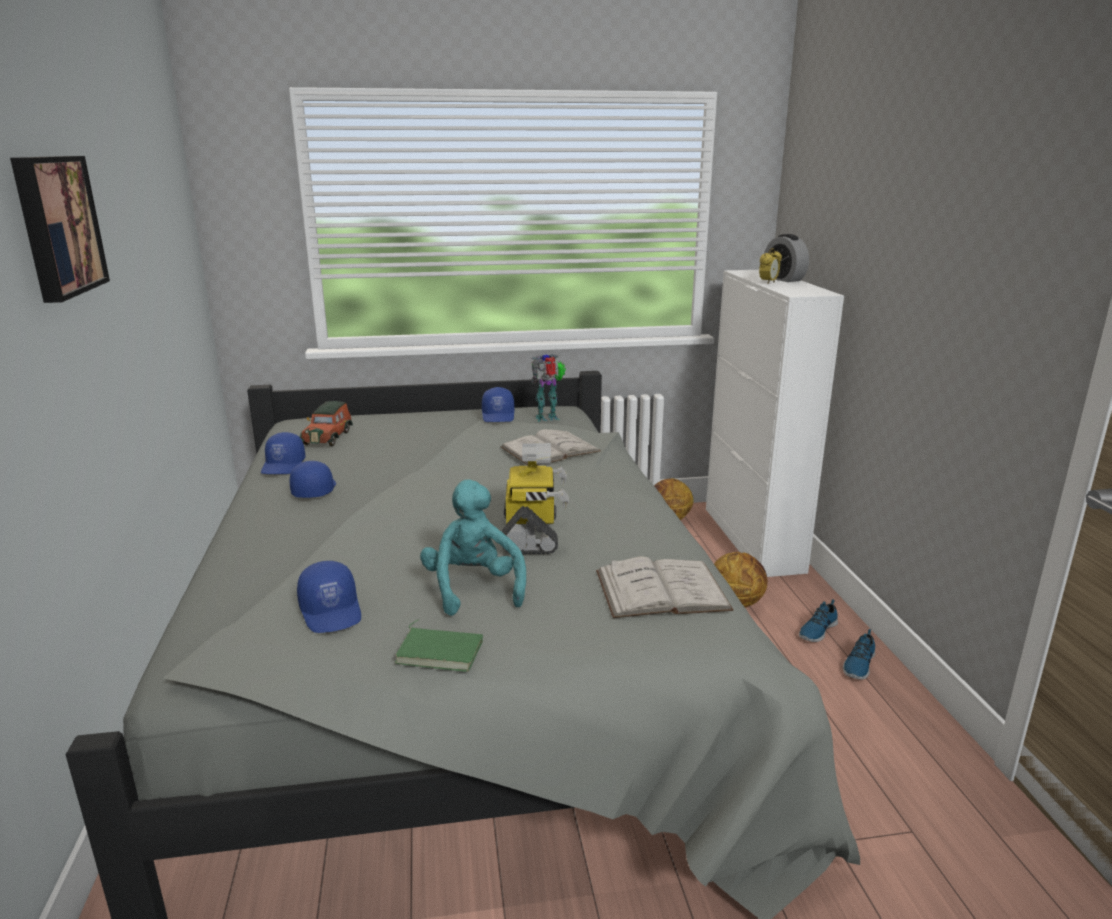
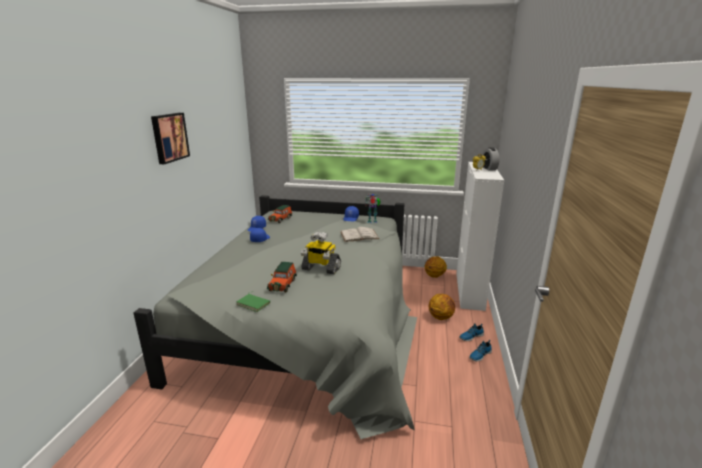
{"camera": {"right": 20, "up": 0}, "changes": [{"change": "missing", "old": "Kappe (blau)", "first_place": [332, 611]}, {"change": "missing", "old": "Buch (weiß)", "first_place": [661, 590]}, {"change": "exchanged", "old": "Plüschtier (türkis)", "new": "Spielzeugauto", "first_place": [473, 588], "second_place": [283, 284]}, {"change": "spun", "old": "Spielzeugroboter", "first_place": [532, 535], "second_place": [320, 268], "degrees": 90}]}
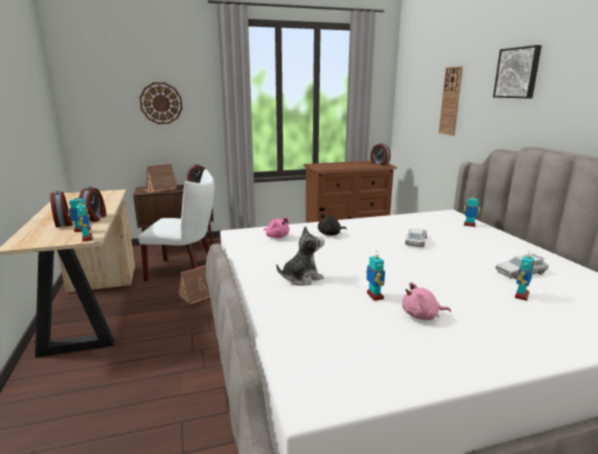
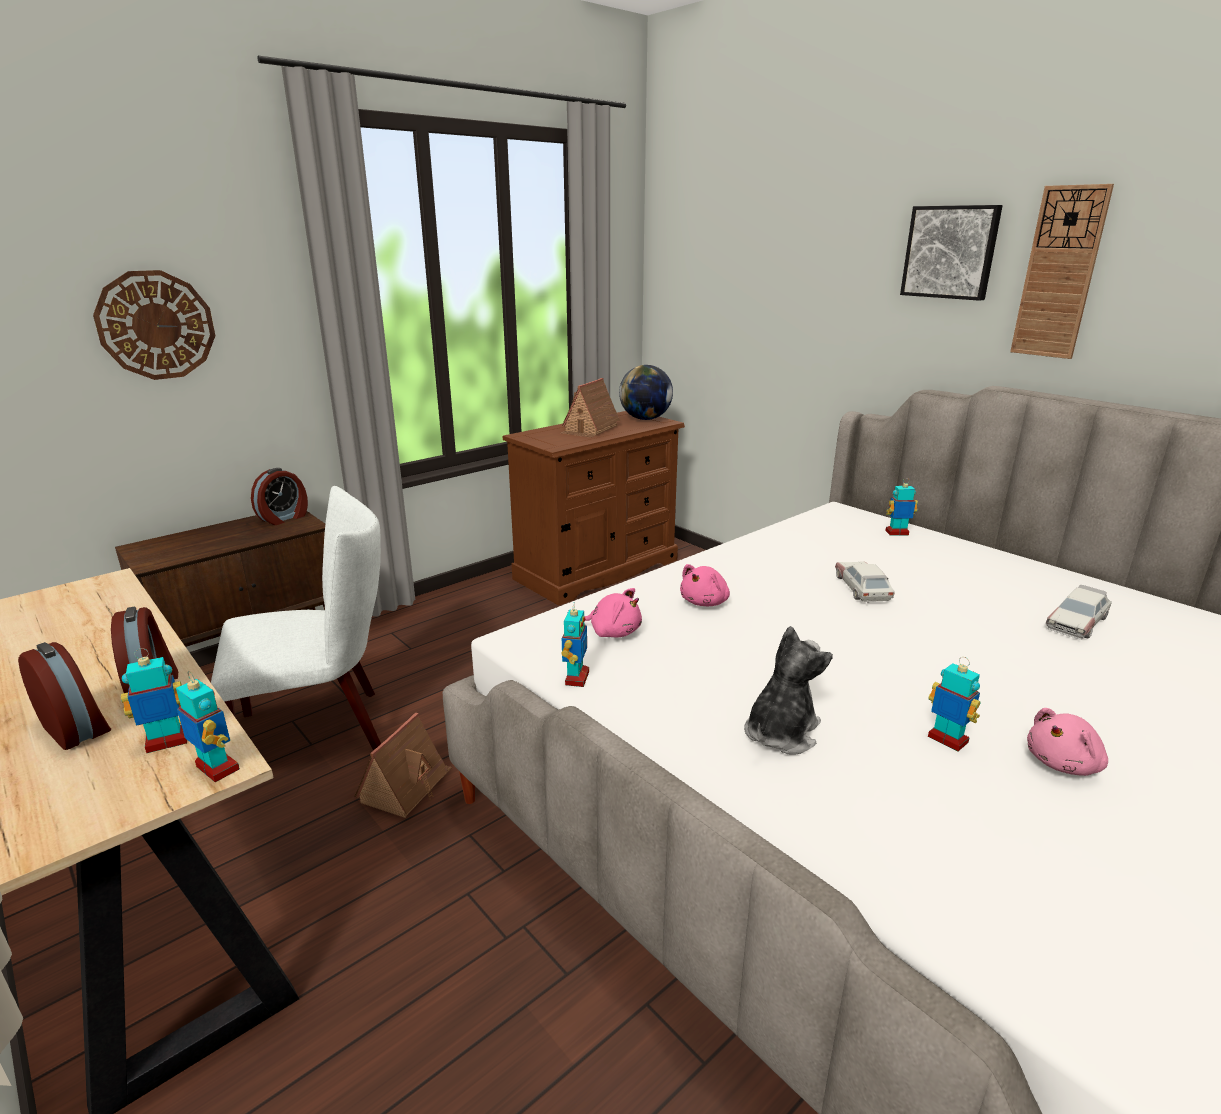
{"camera": {"right": -25, "up": 5}, "changes": [{"change": "relocated", "old": "Spielzeughaus", "first_place": [160, 189], "second_place": [589, 429]}, {"change": "relocated", "old": "Wanduhr", "first_place": [450, 101], "second_place": [1059, 273]}, {"change": "relocated", "old": "Spielzeugroboter", "first_place": [521, 296], "second_place": [576, 678]}, {"change": "exchanged", "old": "Wecker", "new": "Globus", "first_place": [379, 163], "second_place": [645, 419]}, {"change": "colour", "old": "Plüschtier (schwarz)", "new": "Plüschtier (rosa)", "first_place": [330, 234], "second_place": [705, 602]}]}
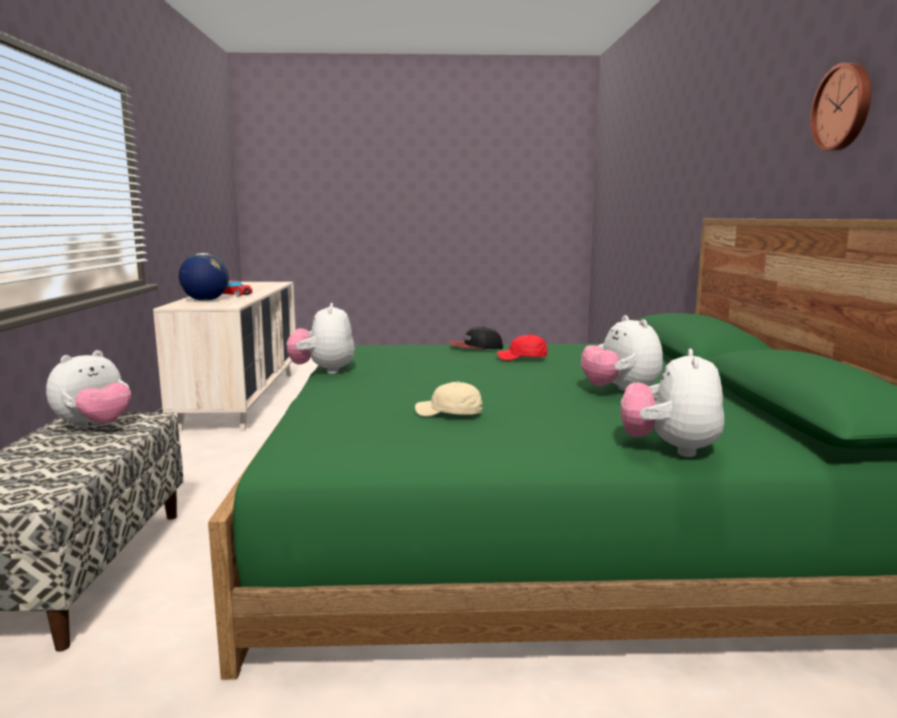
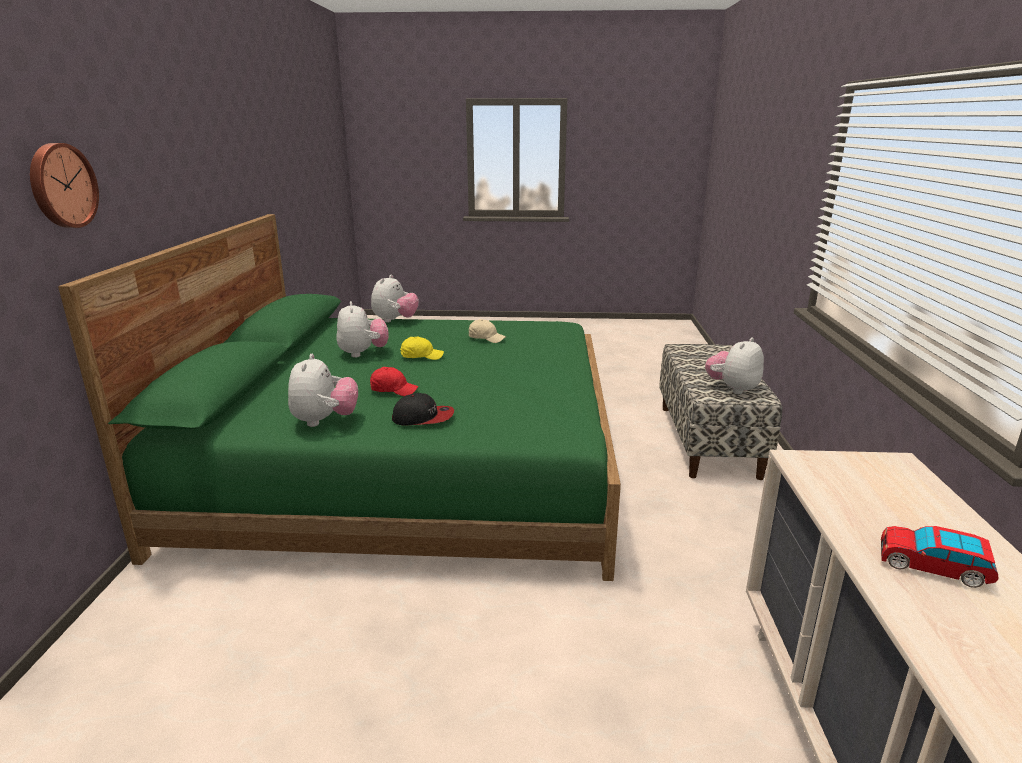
{"camera": {"right": -175, "up": 10}, "changes": [{"change": "missing", "old": "Globus", "first_place": [205, 300]}, {"change": "appeared", "new": "Kappe (gelb)", "second_place": [421, 356]}, {"change": "relocated", "old": "Plüschtier", "first_place": [323, 371], "second_place": [324, 421]}, {"change": "relocated", "old": "Wanduhr", "first_place": [844, 107], "second_place": [61, 186]}]}
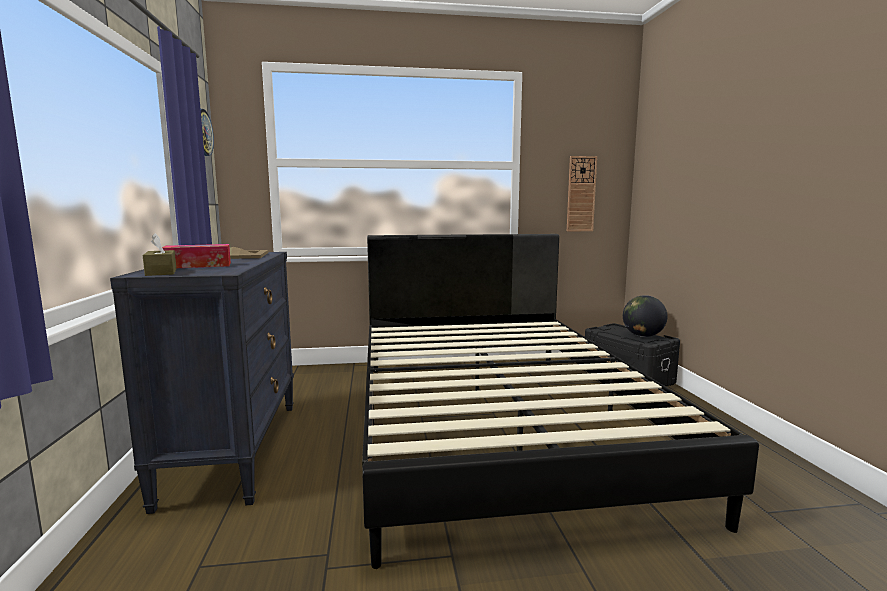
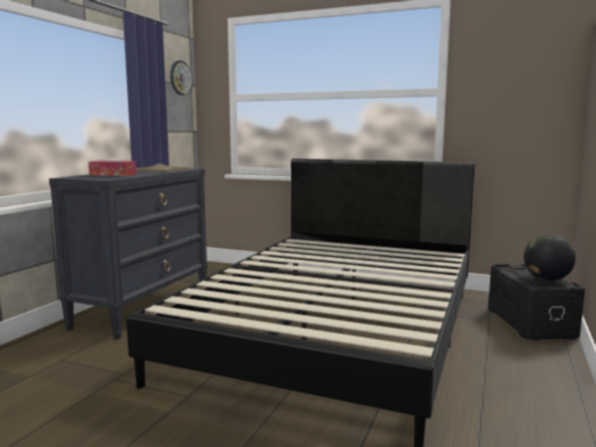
{"camera": {"right": 30, "up": 0}, "changes": [{"change": "missing", "old": "Taschentuchbox (braun)", "first_place": [161, 272]}, {"change": "missing", "old": "Wanduhr", "first_place": [581, 194]}]}
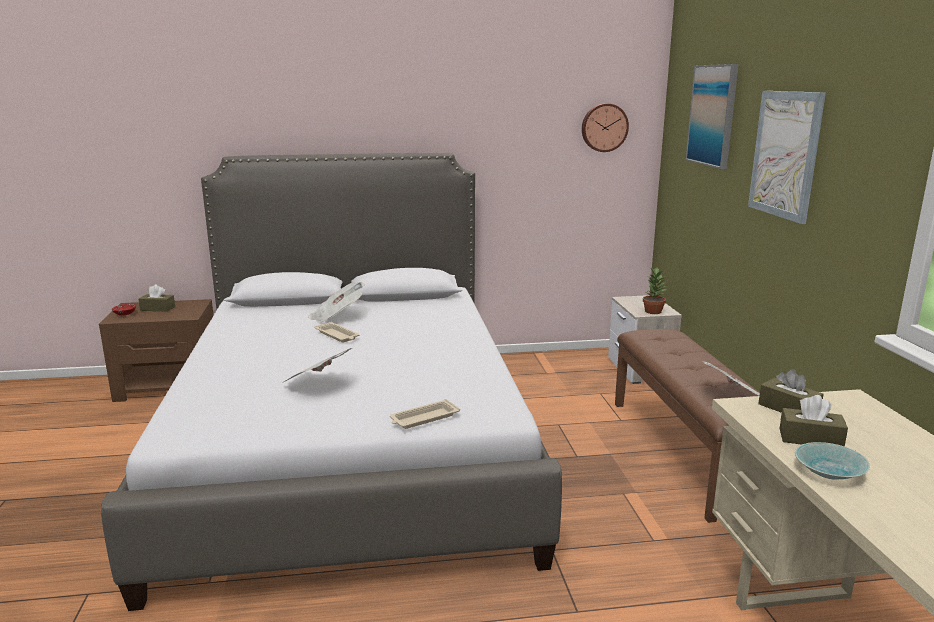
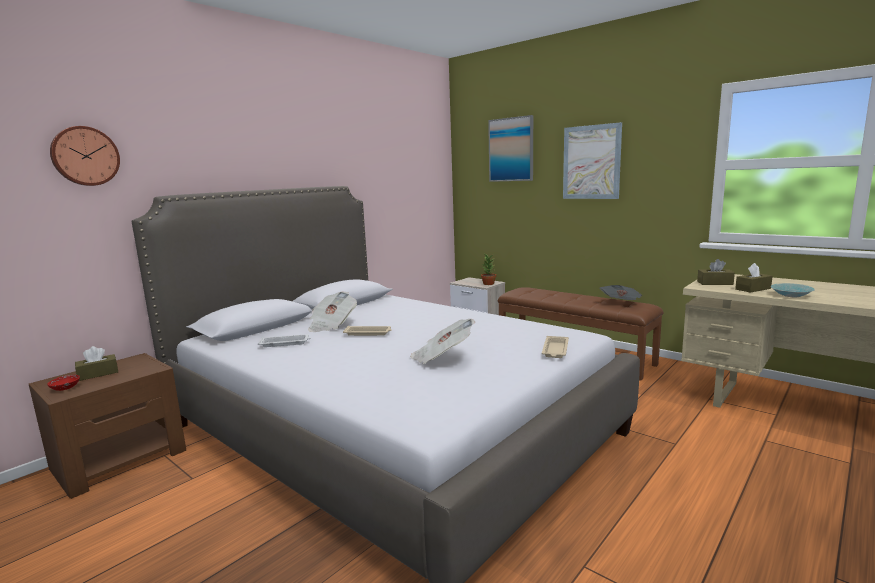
{"camera": {"right": -40, "up": -5}, "changes": [{"change": "appeared", "new": "Tablett (weiß)", "second_place": [285, 343]}, {"change": "relocated", "old": "Wanduhr", "first_place": [604, 127], "second_place": [85, 156]}]}
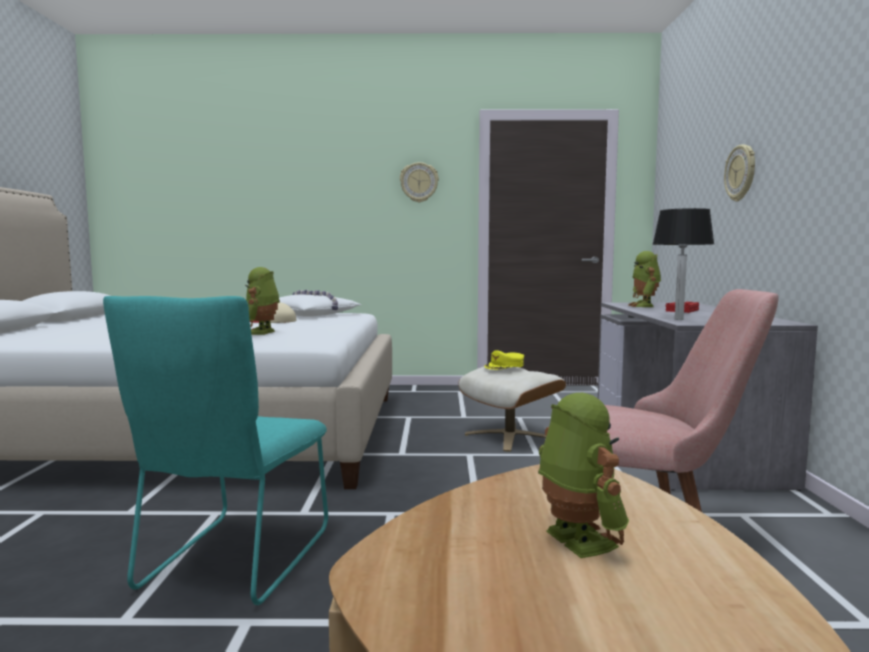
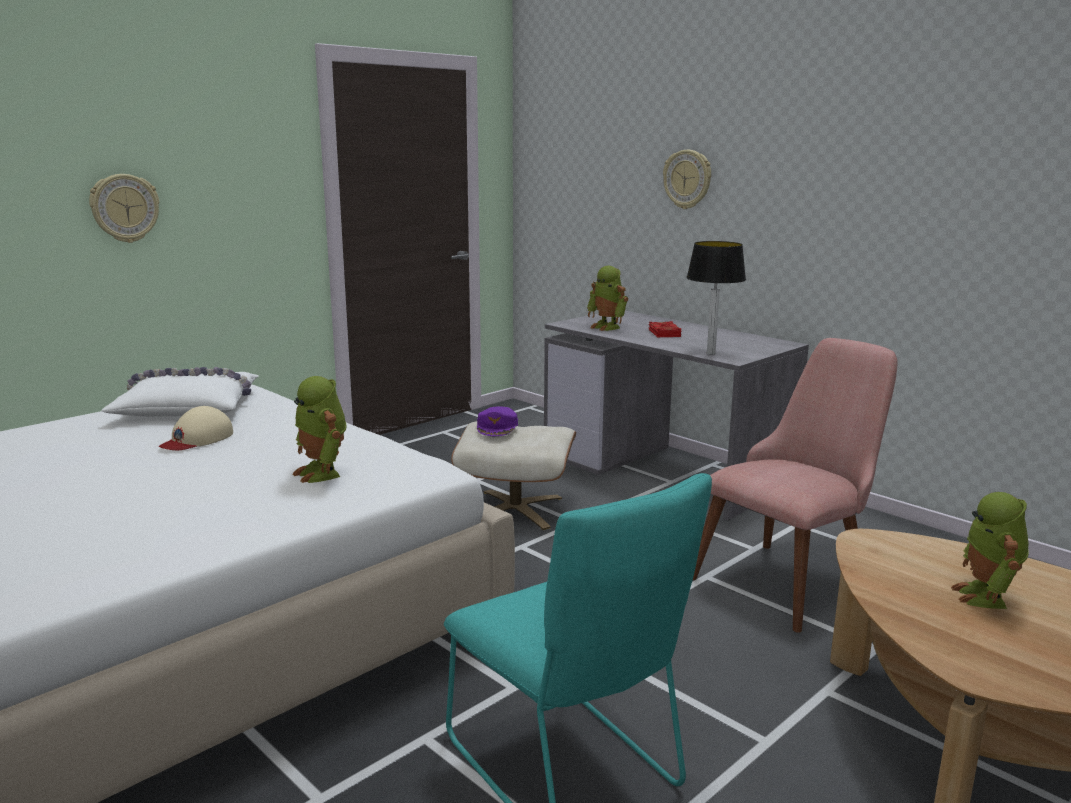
{"camera": {"right": -45, "up": 10}, "changes": [{"change": "relocated", "old": "Wanduhr", "first_place": [419, 182], "second_place": [124, 208]}, {"change": "colour", "old": "Kappe (gelb)", "new": "Kappe (lila)", "first_place": [504, 366], "second_place": [497, 427]}, {"change": "spun", "old": "Spielzeugroboter", "first_place": [575, 540], "second_place": [986, 597], "degrees": -105}]}
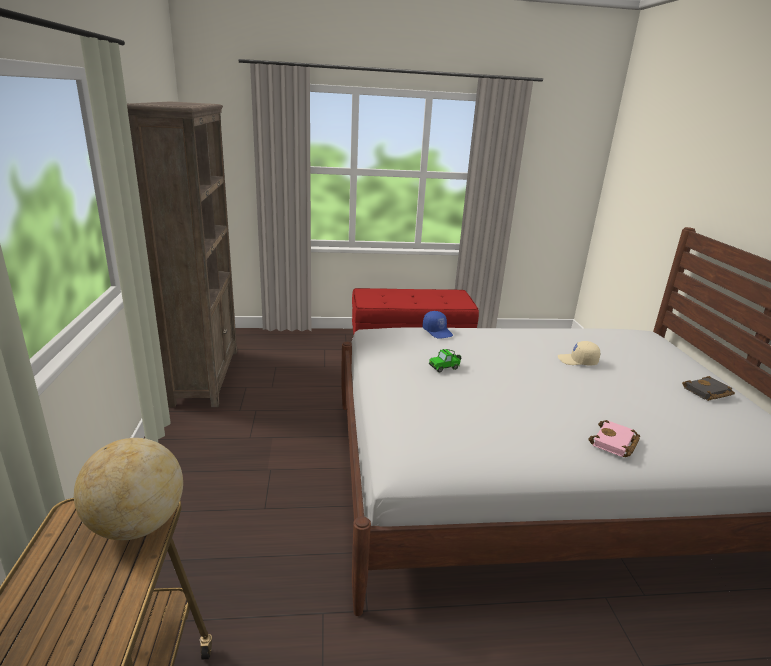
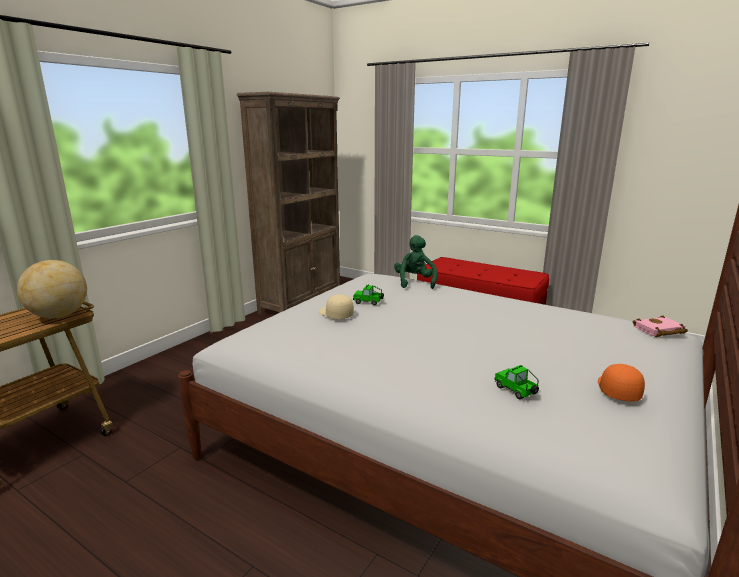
{"camera": {"right": 40, "up": -5}, "changes": [{"change": "appeared", "new": "Spielzeugauto", "second_place": [516, 391]}, {"change": "relocated", "old": "Kappe (beige)", "first_place": [577, 361], "second_place": [335, 315]}, {"change": "relocated", "old": "Buch (rosa)", "first_place": [615, 443], "second_place": [659, 331]}, {"change": "exchanged", "old": "Kappe (blau)", "new": "Plüschtier (grün)", "first_place": [437, 331], "second_place": [415, 282]}, {"change": "exchanged", "old": "Buch (schwarz)", "new": "Kappe (orange)", "first_place": [707, 392], "second_place": [617, 390]}]}
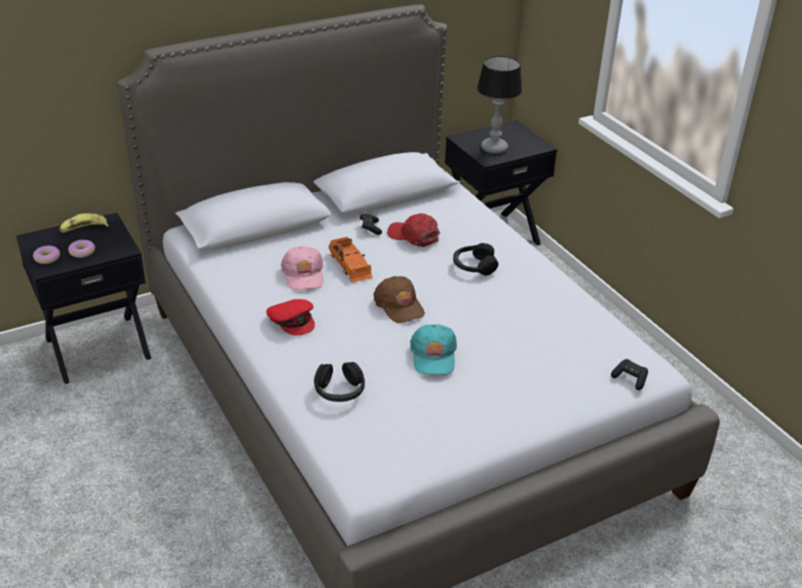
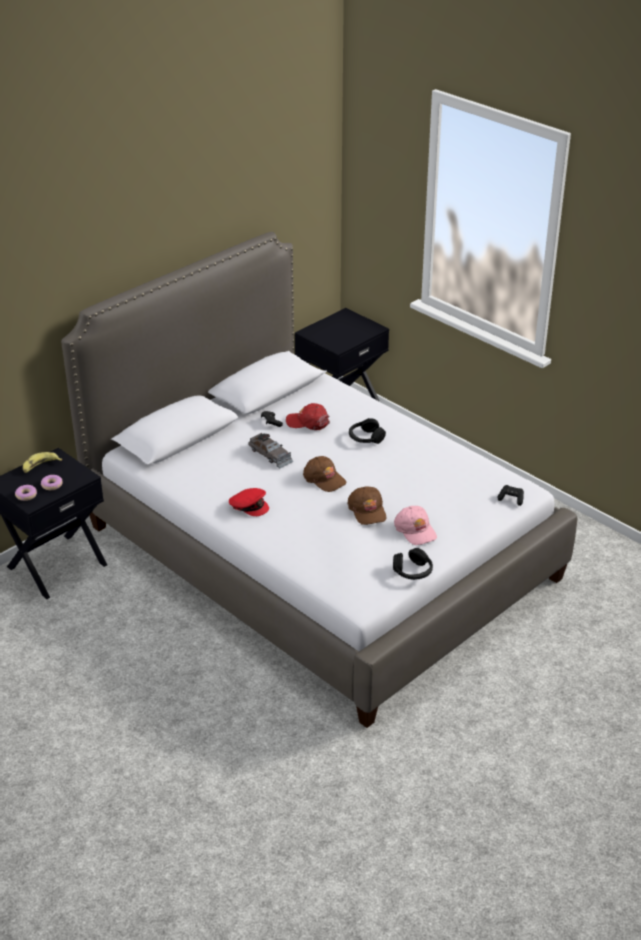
{"camera": {"right": -15, "up": 0}, "changes": [{"change": "missing", "old": "Tischlampe", "first_place": [494, 149]}, {"change": "relocated", "old": "Kappe (rosa)", "first_place": [303, 274], "second_place": [415, 530]}, {"change": "relocated", "old": "Kopfhörer (schwarz)", "first_place": [339, 391], "second_place": [412, 571]}, {"change": "colour", "old": "Spielzeugauto (orange)", "new": "Spielzeugauto (grau)", "first_place": [350, 265], "second_place": [270, 455]}, {"change": "colour", "old": "Kappe (türkis)", "new": "Kappe (braun)", "first_place": [433, 356], "second_place": [367, 510]}]}
